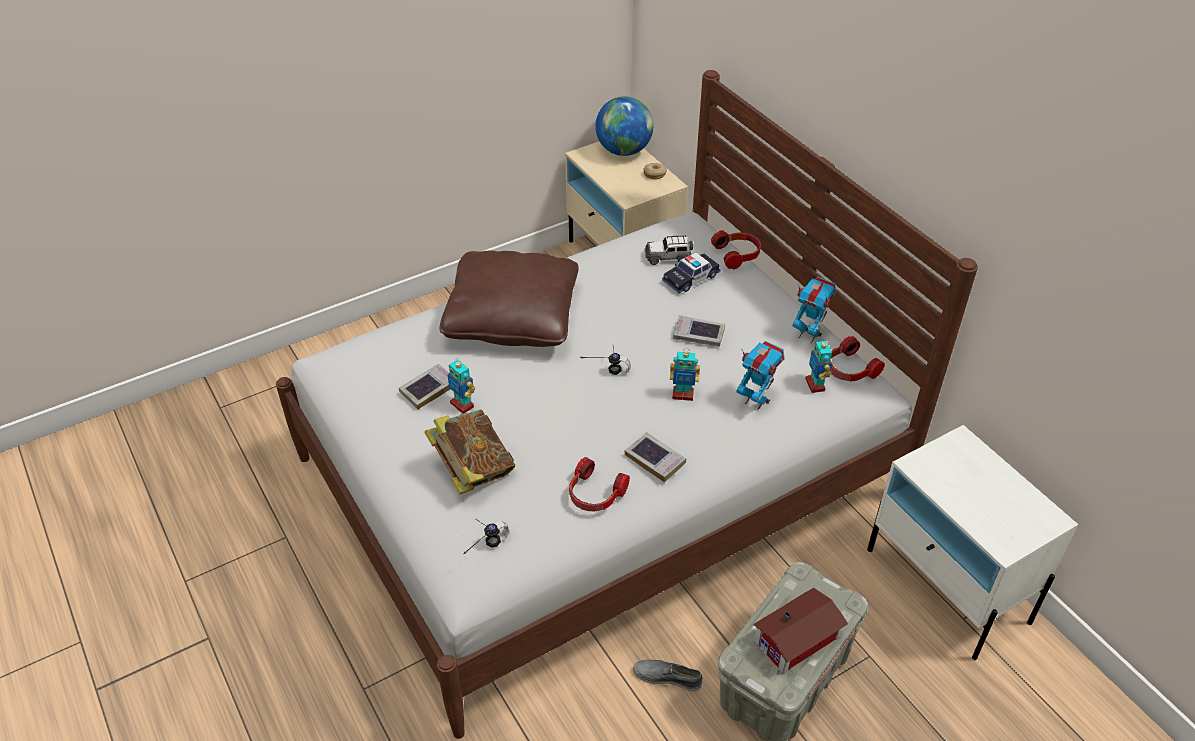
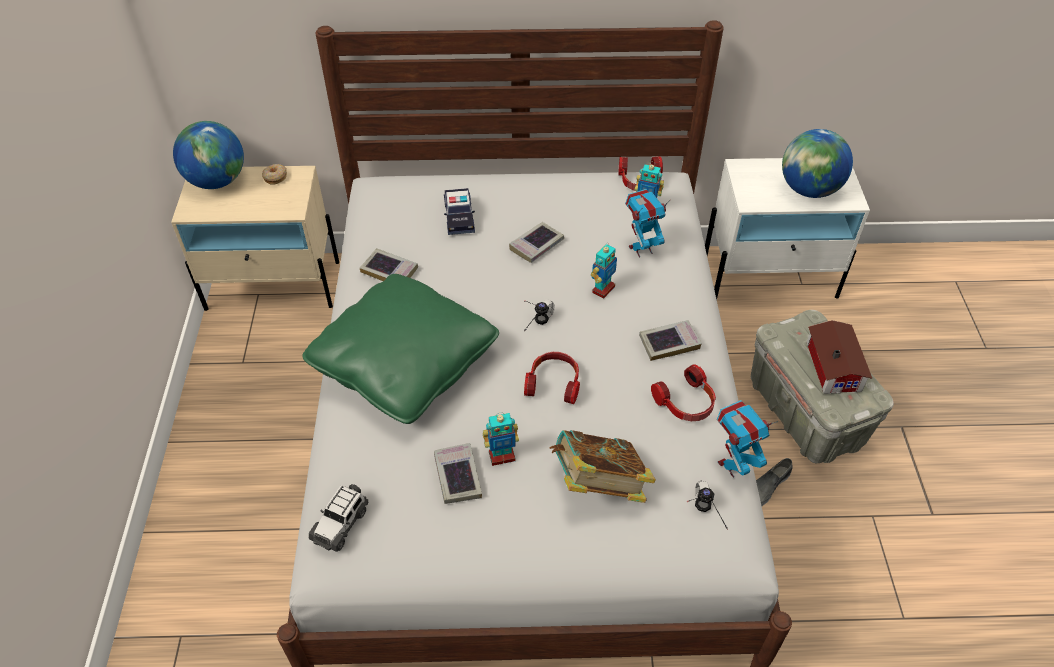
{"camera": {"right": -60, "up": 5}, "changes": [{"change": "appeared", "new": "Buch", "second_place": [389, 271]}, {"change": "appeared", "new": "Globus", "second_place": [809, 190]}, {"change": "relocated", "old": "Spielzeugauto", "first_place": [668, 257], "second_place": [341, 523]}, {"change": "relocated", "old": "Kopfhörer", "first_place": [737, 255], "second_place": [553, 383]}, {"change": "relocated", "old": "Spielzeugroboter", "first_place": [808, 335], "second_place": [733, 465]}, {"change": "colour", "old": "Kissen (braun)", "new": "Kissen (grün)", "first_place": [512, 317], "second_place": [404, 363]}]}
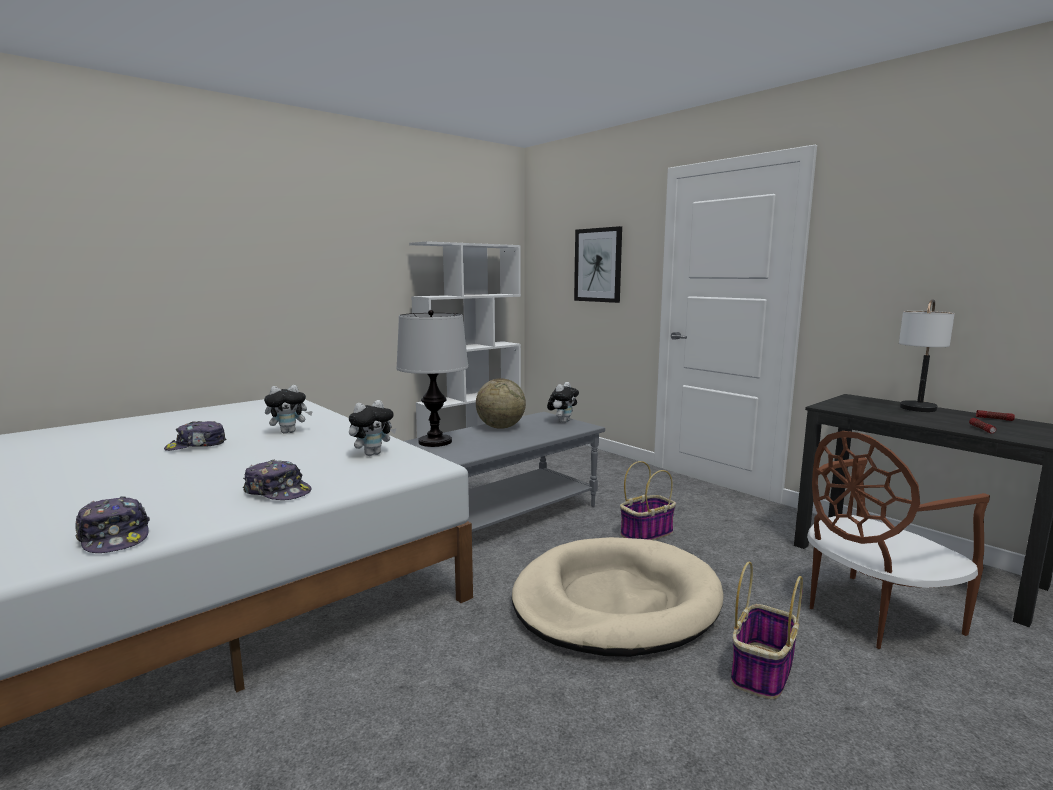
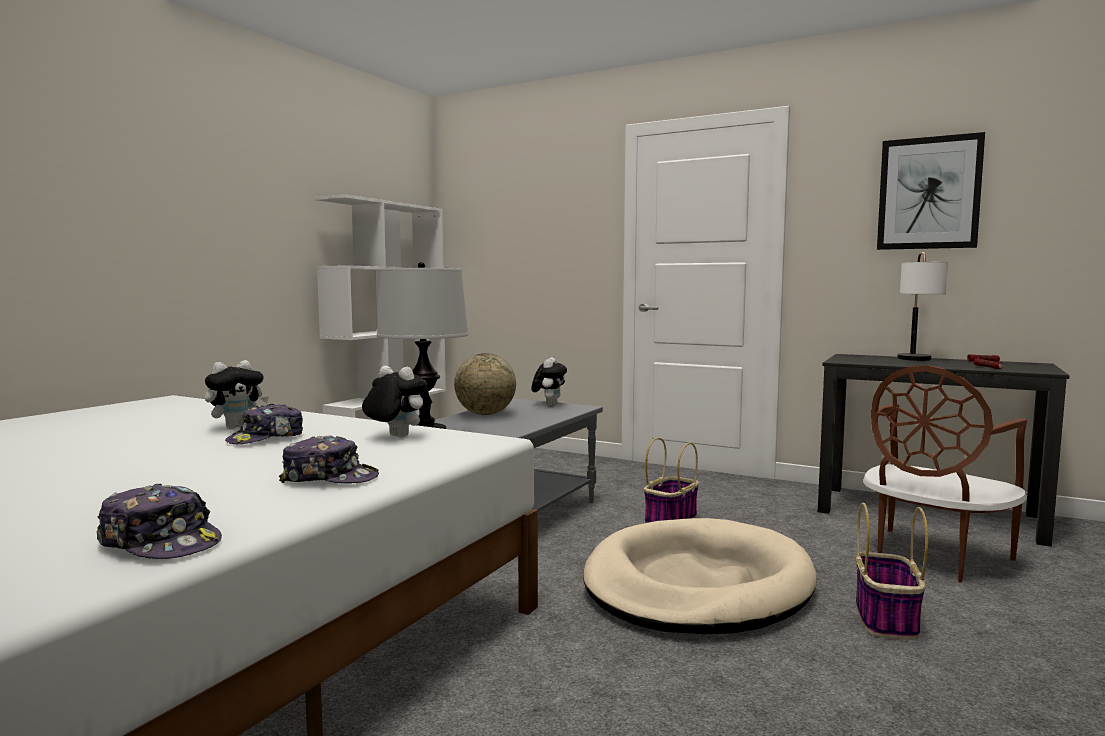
{"camera": {"right": -20, "up": -5}, "changes": [{"change": "relocated", "old": "Kappe", "first_place": [196, 446], "second_place": [267, 438]}, {"change": "relocated", "old": "Bild", "first_place": [598, 265], "second_place": [929, 193]}, {"change": "spun", "old": "Plüschtier", "first_place": [372, 454], "second_place": [395, 437], "degrees": -90}]}
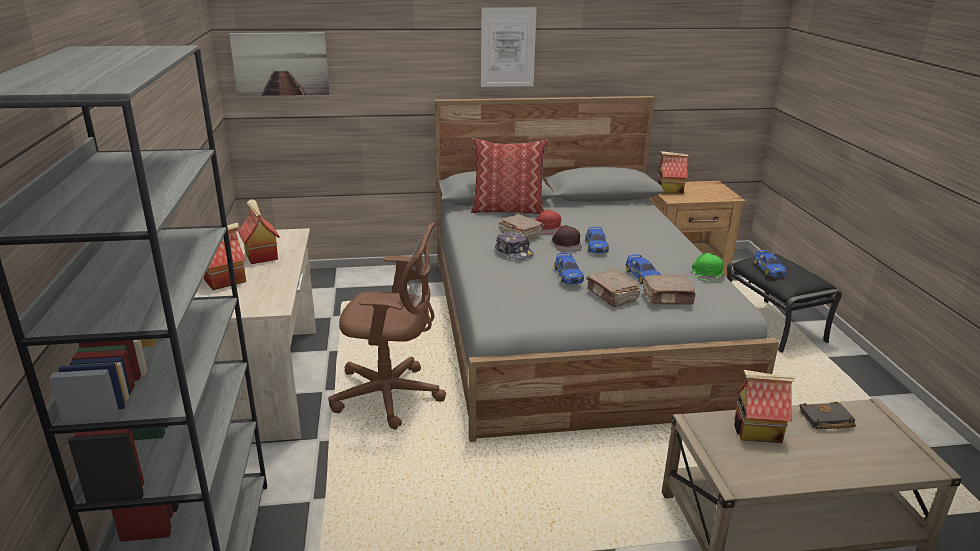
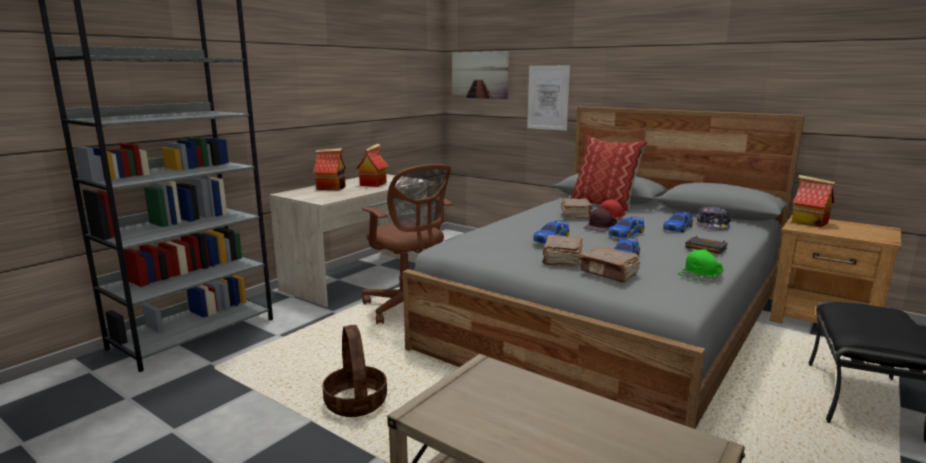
{"camera": {"right": 45, "up": -10}, "changes": [{"change": "missing", "old": "Spielzeughaus", "first_place": [757, 431]}, {"change": "appeared", "new": "Korb", "second_place": [356, 403]}, {"change": "relocated", "old": "Bild", "first_place": [508, 47], "second_place": [548, 97]}, {"change": "relocated", "old": "Kappe", "first_place": [514, 252], "second_place": [713, 225]}, {"change": "relocated", "old": "Spielzeugauto", "first_place": [768, 269], "second_place": [678, 227]}, {"change": "relocated", "old": "Buch (schwarz)", "first_place": [825, 420], "second_place": [704, 249]}]}
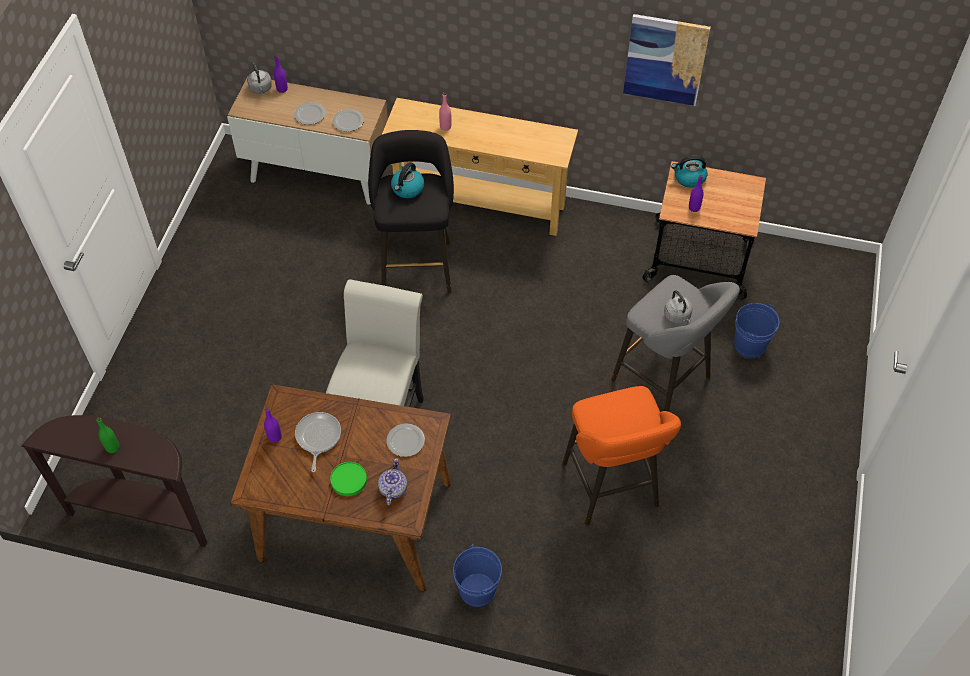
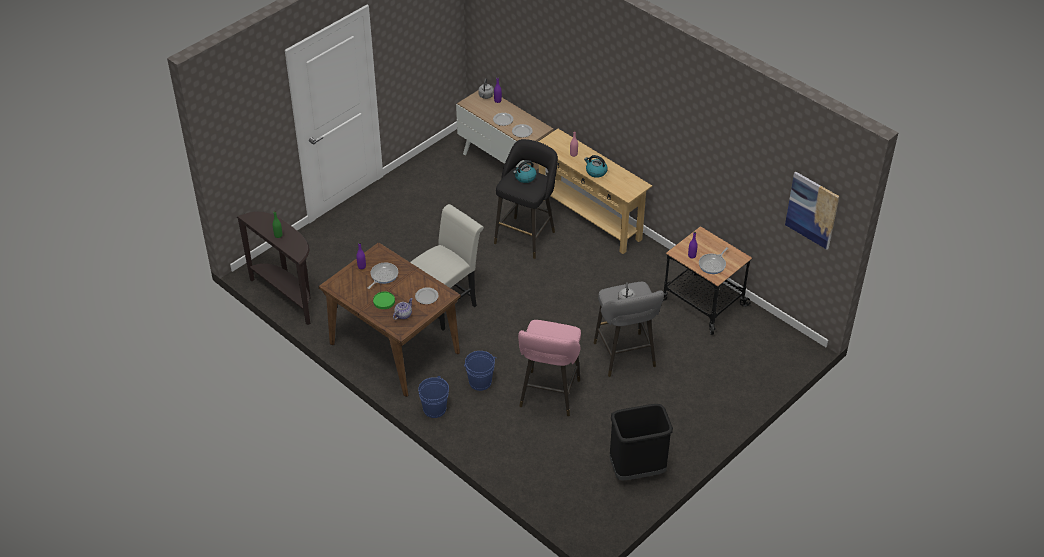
{"camera": {"right": 30, "up": -10}, "changes": [{"change": "appeared", "new": "Mülleimer (schwarz)", "second_place": [637, 470]}, {"change": "appeared", "new": "Pfanne", "second_place": [713, 264]}, {"change": "relocated", "old": "Bild", "first_place": [665, 59], "second_place": [812, 210]}, {"change": "relocated", "old": "Wasserkessel", "first_place": [689, 178], "second_place": [596, 172]}, {"change": "relocated", "old": "Eimer (blau)", "first_place": [749, 345], "second_place": [480, 382]}, {"change": "colour", "old": "Hocker (orange)", "new": "Hocker (rosa)", "first_place": [612, 489], "second_place": [548, 396]}]}
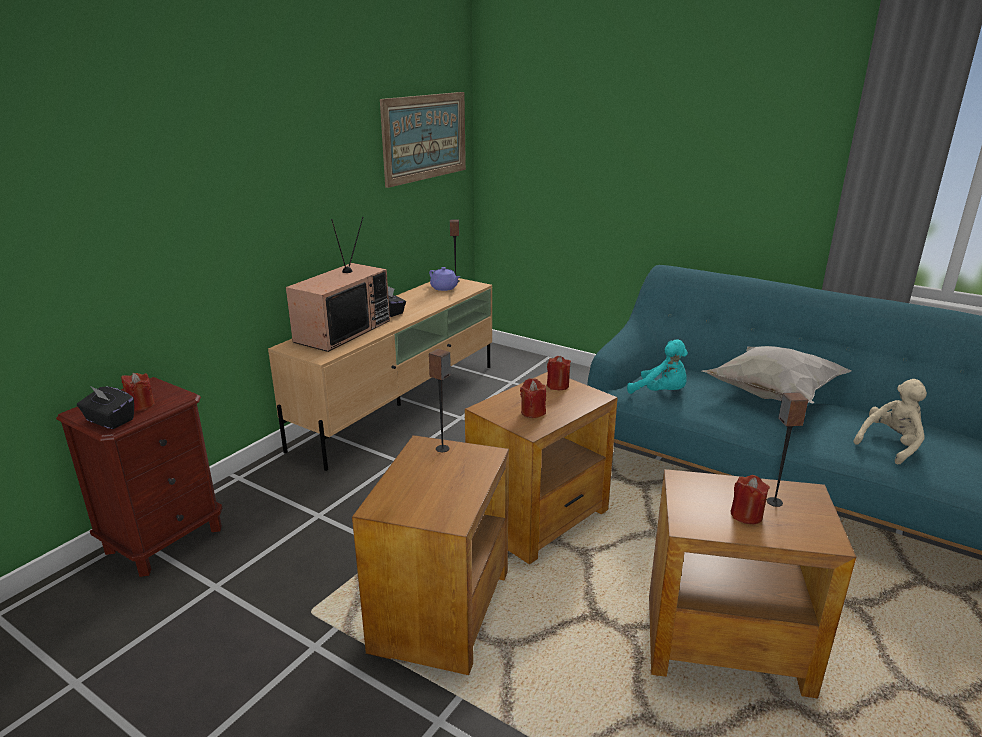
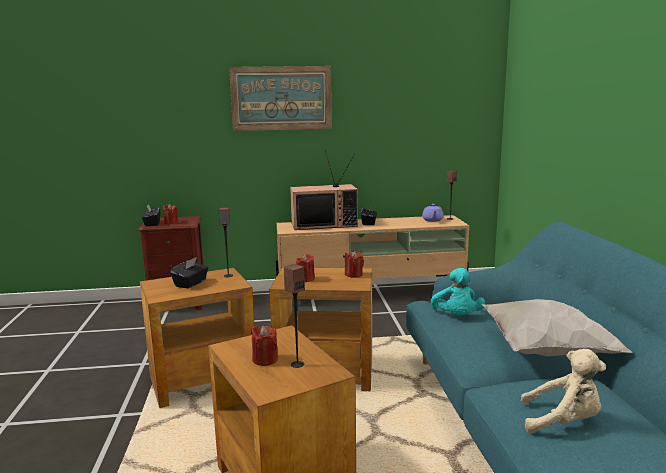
{"camera": {"right": 50, "up": -10}, "changes": [{"change": "appeared", "new": "Taschentuchbox (schwarz)", "second_place": [191, 283]}, {"change": "relocated", "old": "Bild", "first_place": [425, 137], "second_place": [281, 98]}]}
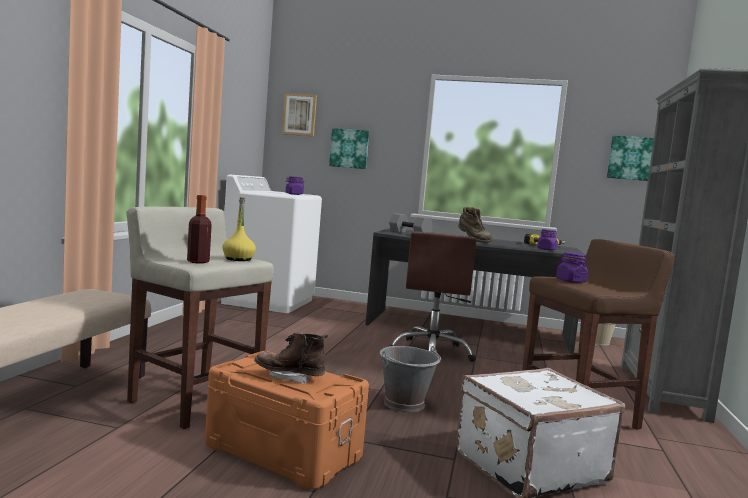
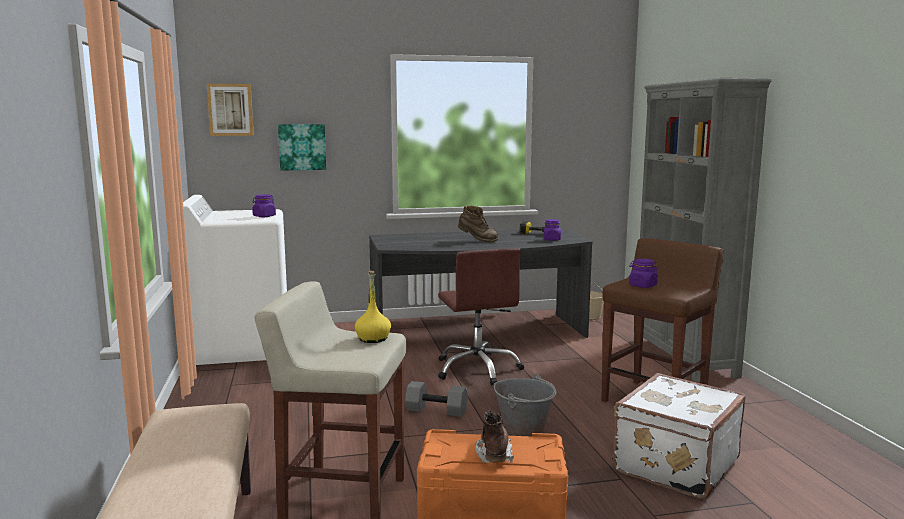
{"camera": {"right": -25, "up": 5}, "changes": [{"change": "missing", "old": "Flasche", "first_place": [198, 262]}, {"change": "missing", "old": "Bild", "first_place": [631, 158]}, {"change": "relocated", "old": "Hantel (grau)", "first_place": [409, 233], "second_place": [435, 411]}, {"change": "spun", "old": "Stiefel (braun)", "first_place": [289, 377], "second_place": [494, 453], "degrees": 105}]}
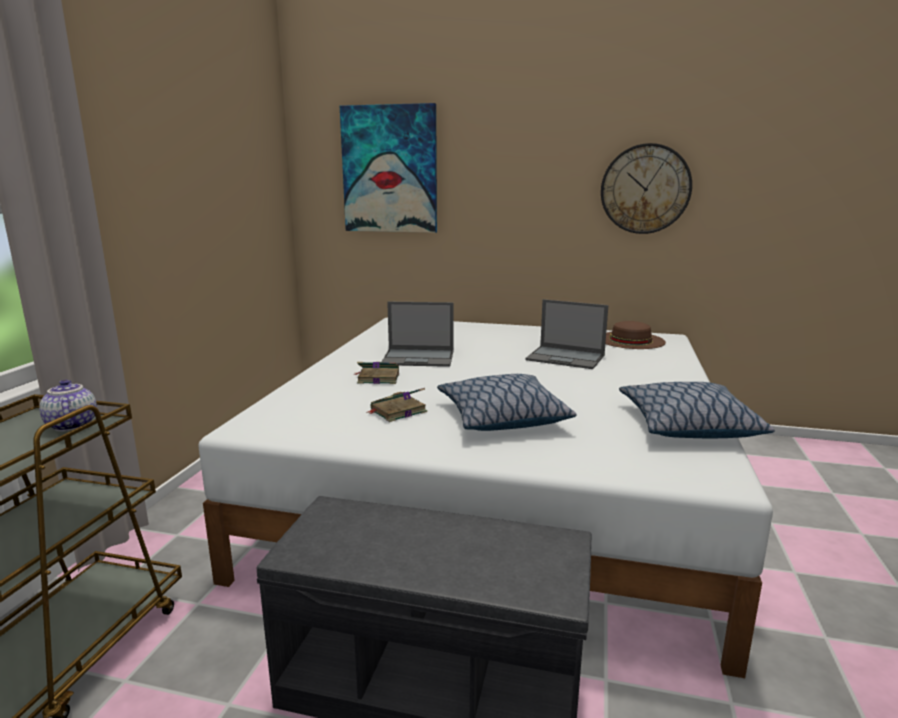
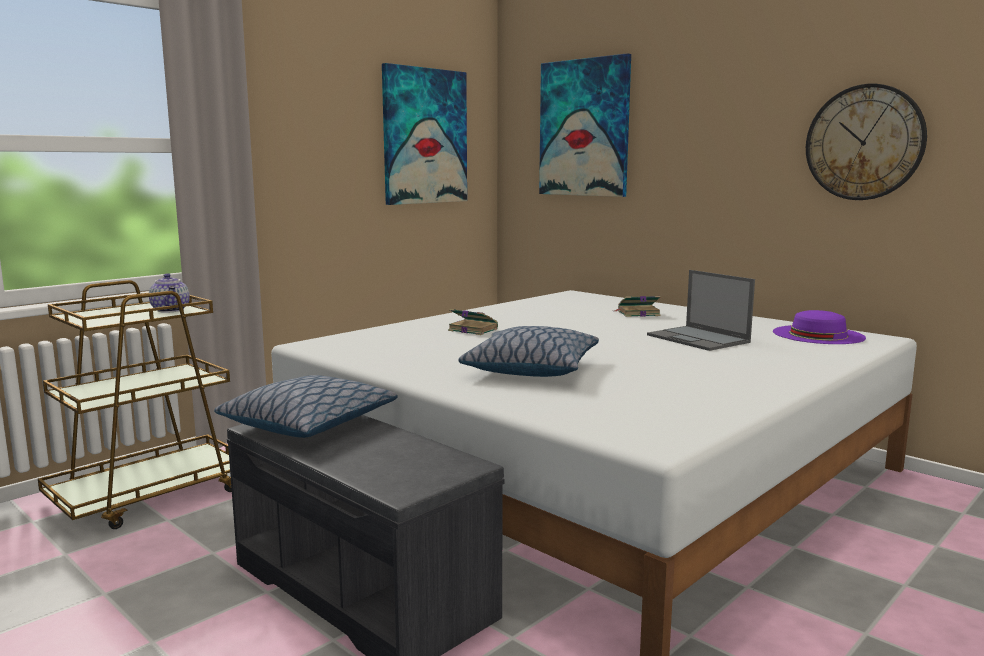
{"camera": {"right": 30, "up": -5}, "changes": [{"change": "missing", "old": "Laptop", "first_place": [419, 358]}, {"change": "appeared", "new": "Bild", "second_place": [425, 136]}, {"change": "relocated", "old": "Buch", "first_place": [397, 411], "second_place": [637, 313]}, {"change": "relocated", "old": "Kissen", "first_place": [687, 425], "second_place": [308, 423]}, {"change": "colour", "old": "Hut (braun)", "new": "Hut (lila)", "first_place": [630, 340], "second_place": [818, 335]}, {"change": "spun", "old": "Teekanne", "first_place": [70, 425], "second_place": [171, 310], "degrees": 150}]}
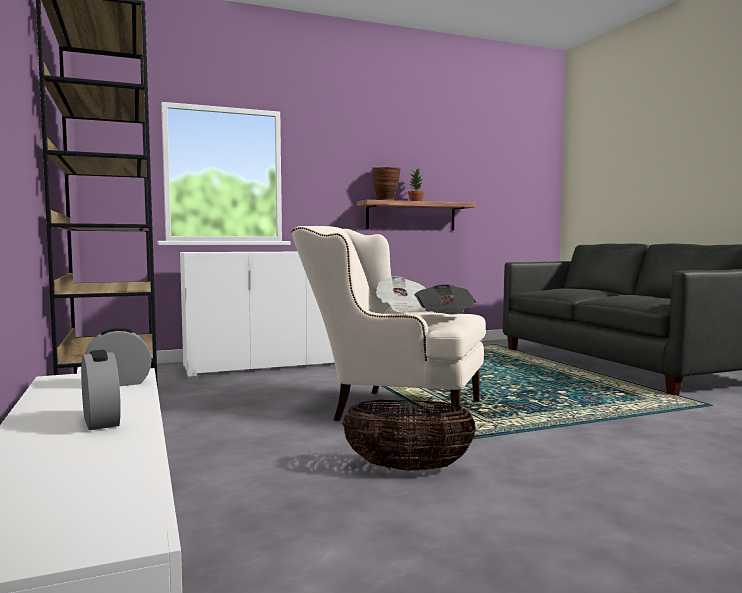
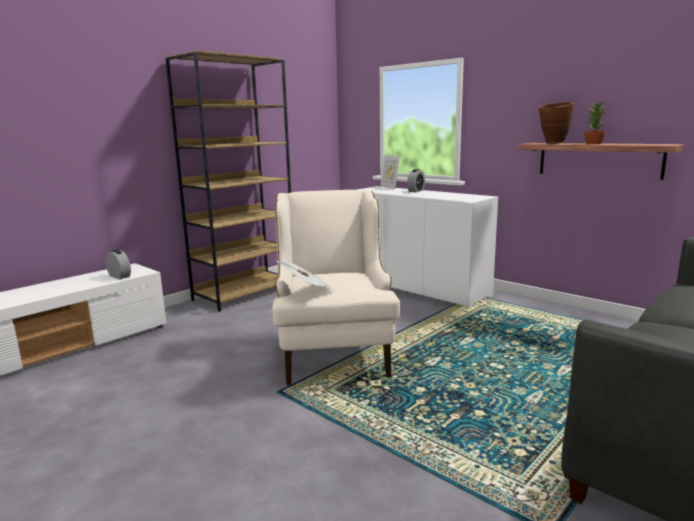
{"camera": {"right": 65, "up": 10}, "changes": [{"change": "missing", "old": "Korb", "first_place": [408, 468]}, {"change": "missing", "old": "Zeitung", "first_place": [401, 309]}, {"change": "appeared", "new": "Bilderrahmen", "second_place": [389, 187]}, {"change": "relocated", "old": "Wecker", "first_place": [101, 421], "second_place": [416, 191]}]}
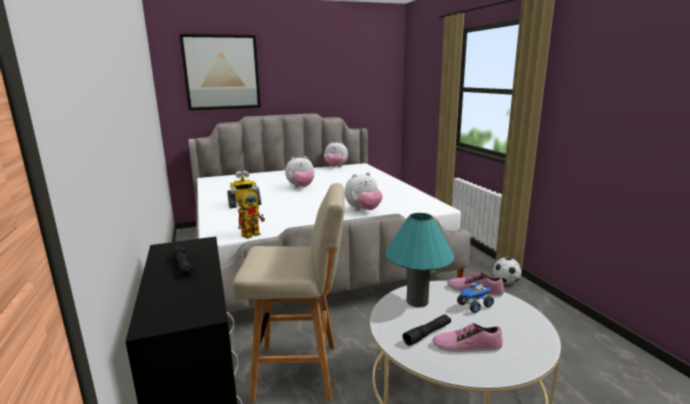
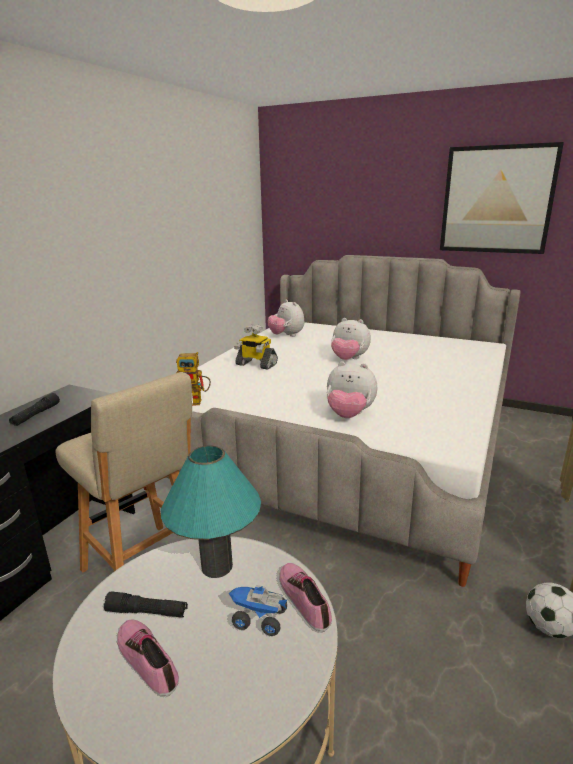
{"camera": {"right": 45, "up": 5}, "changes": [{"change": "relocated", "old": "Bild", "first_place": [221, 72], "second_place": [497, 200]}, {"change": "relocated", "old": "Plüschtier", "first_place": [335, 167], "second_place": [286, 336]}]}
